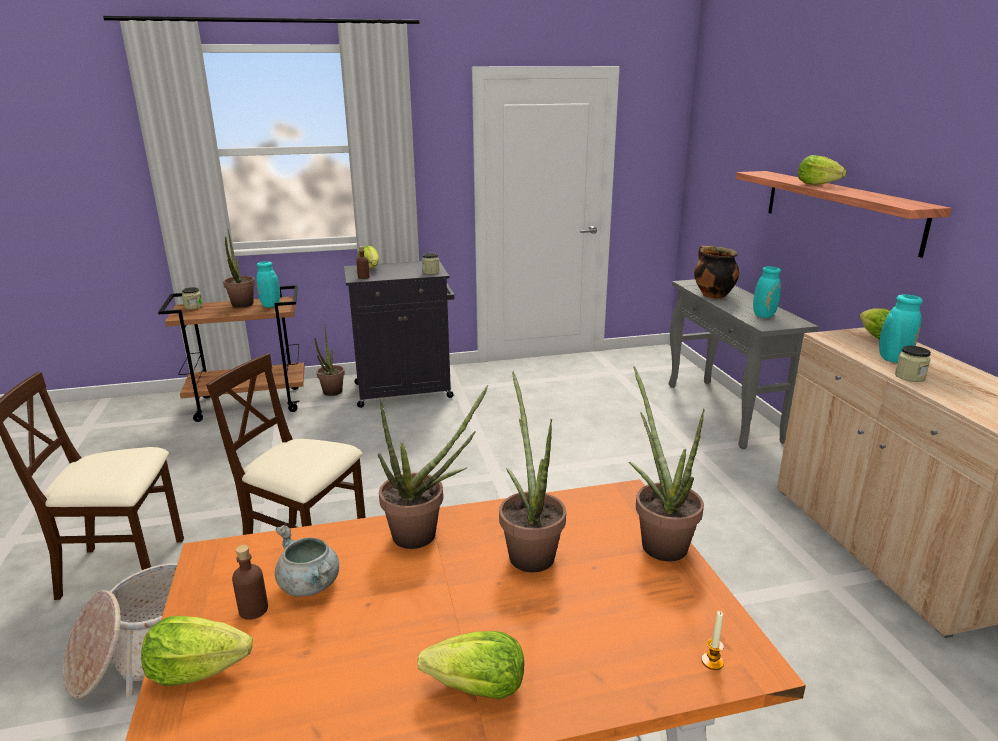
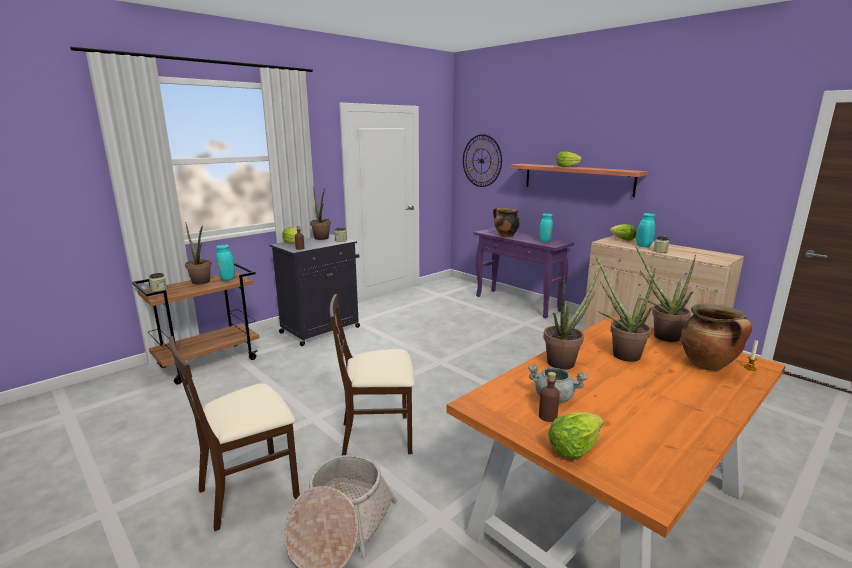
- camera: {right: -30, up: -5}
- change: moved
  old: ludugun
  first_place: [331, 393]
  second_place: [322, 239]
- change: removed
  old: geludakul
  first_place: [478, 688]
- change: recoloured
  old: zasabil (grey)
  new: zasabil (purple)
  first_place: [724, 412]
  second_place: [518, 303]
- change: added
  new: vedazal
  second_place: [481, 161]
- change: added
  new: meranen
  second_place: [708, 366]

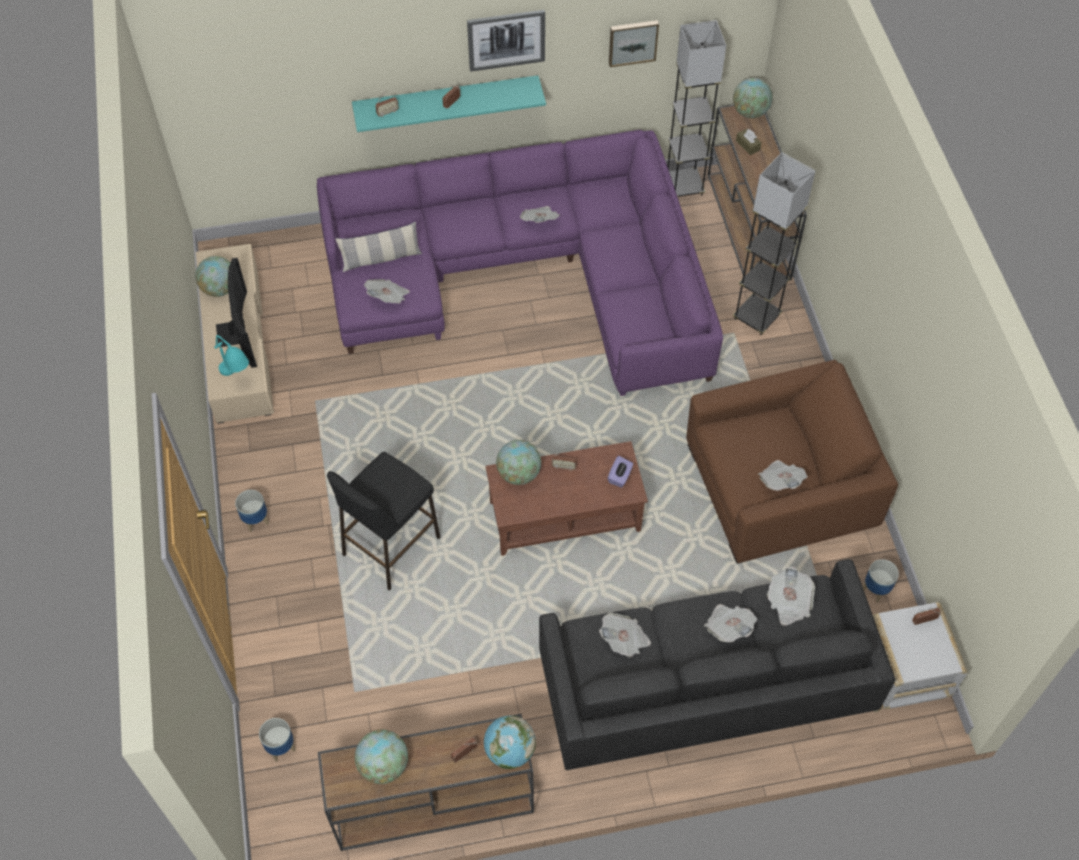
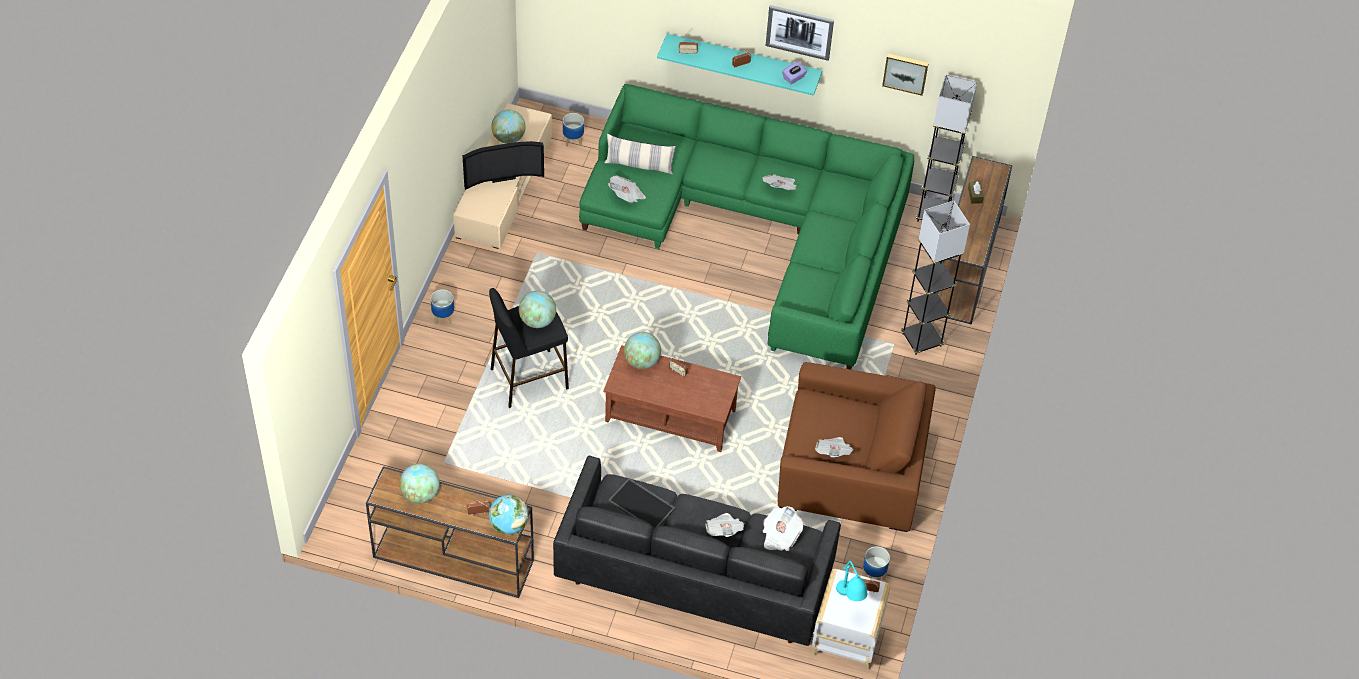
- camera: {right: 25, up: -5}
- change: moved
  old: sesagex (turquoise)
  first_place: [238, 380]
  second_place: [849, 603]
- change: turned
  old: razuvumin
  first_place: [237, 333]
  second_place: [502, 175]
  degrees: 60
- change: moved
  old: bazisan
  first_place: [280, 747]
  second_place: [573, 140]
- change: recoloured
  old: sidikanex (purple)
  new: sidikanex (green)
  first_place: [527, 272]
  second_place: [759, 228]
- change: replaced
  old: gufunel
  new: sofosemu
  first_place: [624, 640]
  second_place: [642, 504]
- change: moved
  old: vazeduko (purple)
  first_place: [620, 477]
  second_place: [794, 78]
- change: moved
  old: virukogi
  first_place: [750, 112]
  second_place: [537, 321]

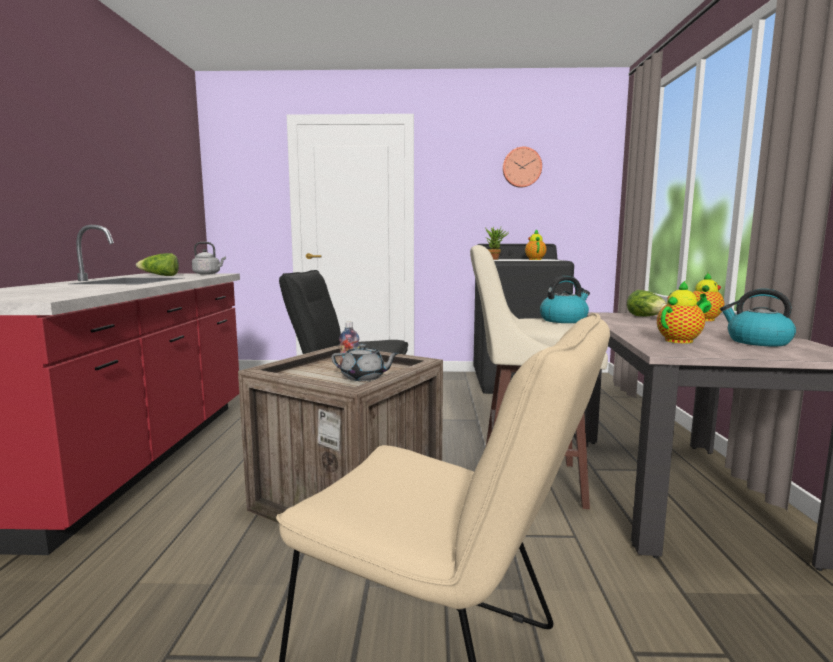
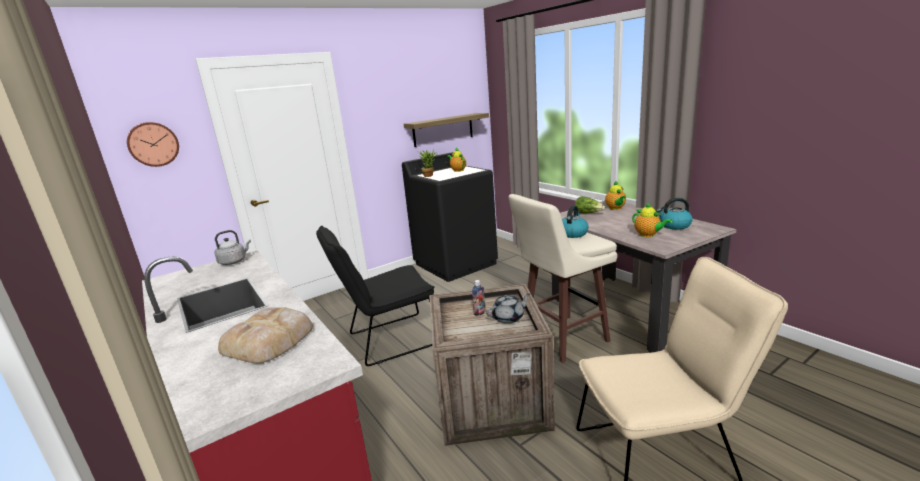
- camera: {right: -35, up: 10}
- change: removed
  old: geludakul
  first_place: [160, 276]
- change: moved
  old: vedazal
  first_place: [521, 167]
  second_place: [153, 144]
- change: turned
  old: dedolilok
  first_place: [680, 340]
  second_place: [648, 235]
  degrees: 120
- change: added
  new: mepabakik
  second_place: [270, 340]
- change: added
  new: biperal
  second_place: [443, 129]

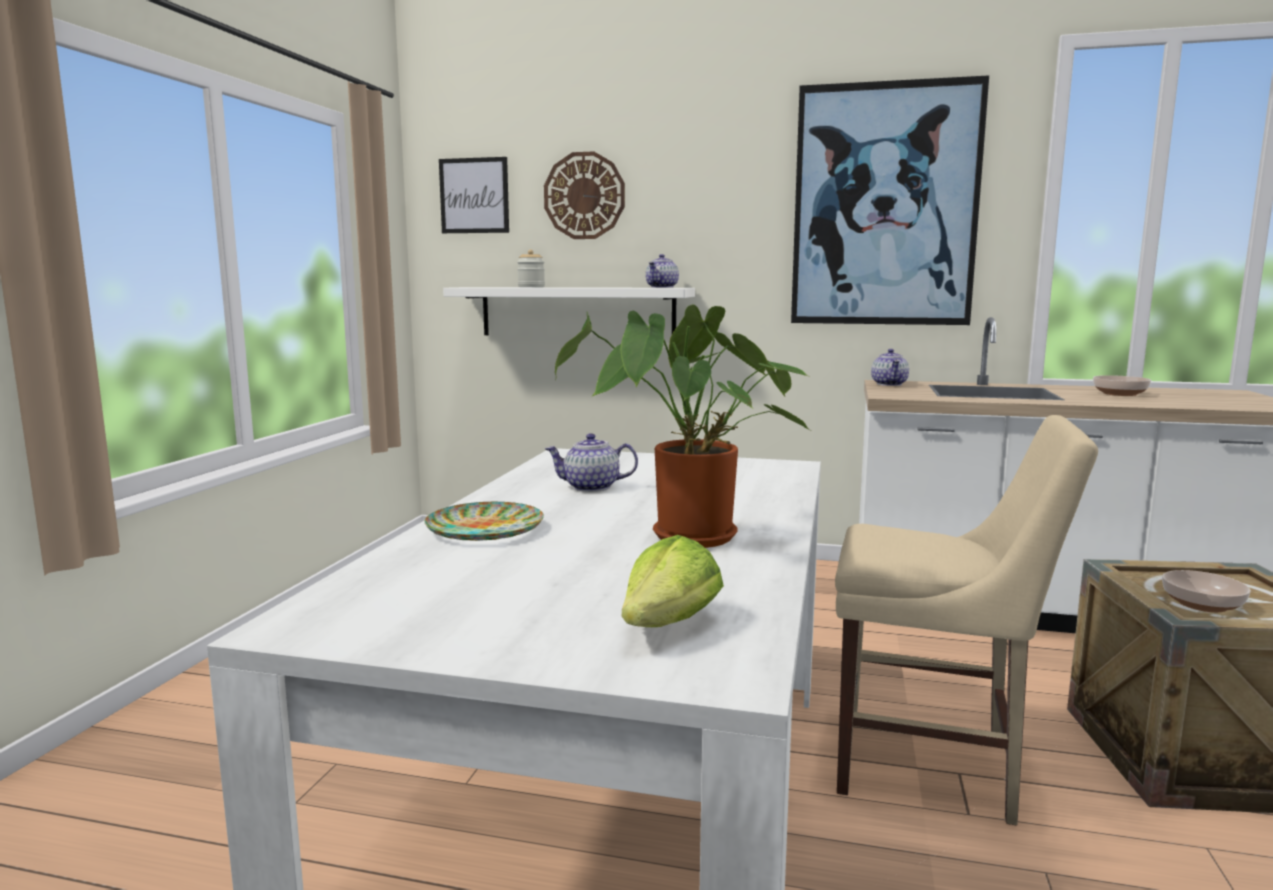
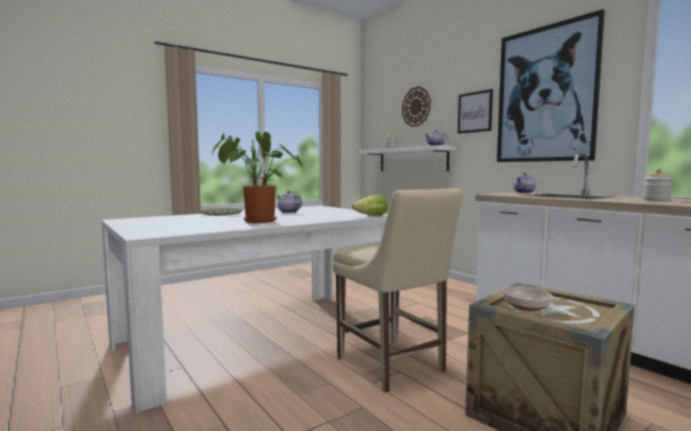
- camera: {right: 40, up: -5}
- change: moved
  old: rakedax
  first_place: [474, 195]
  second_place: [474, 112]
- change: moved
  old: geludakul
  first_place: [669, 625]
  second_place: [371, 216]
- change: replaced
  old: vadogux
  new: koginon
  first_place: [1120, 394]
  second_place: [656, 200]

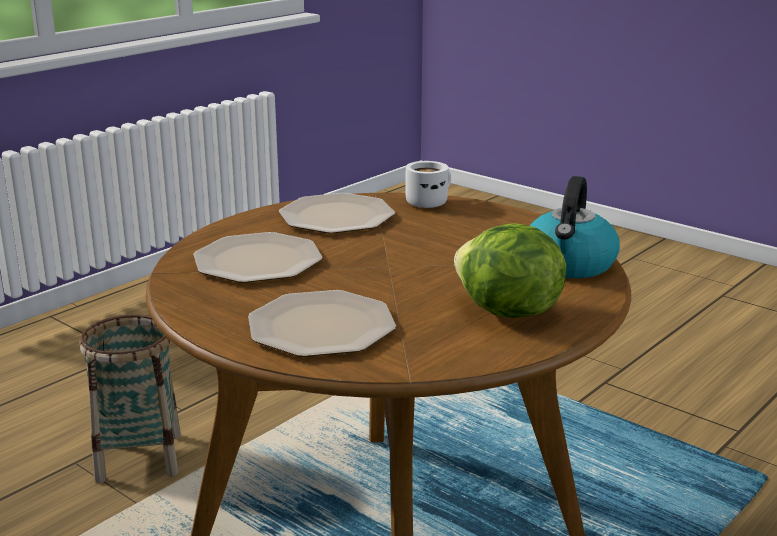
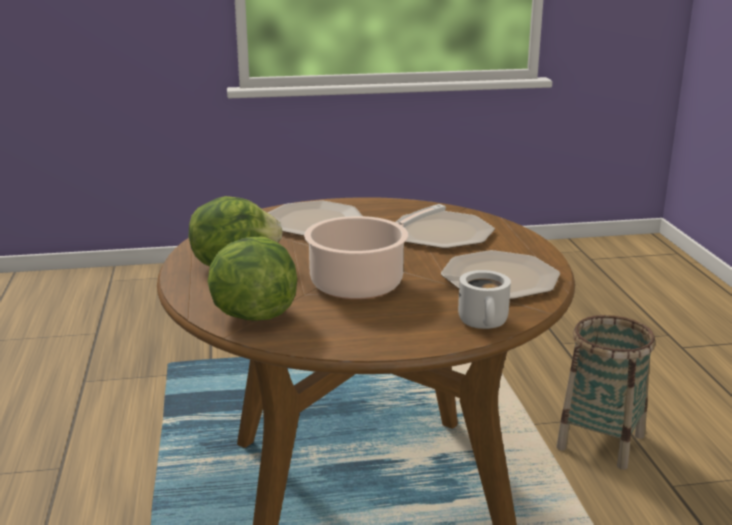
- camera: {right: 130, up: 0}
- change: replaced
  old: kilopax
  new: geludakul
  first_place: [570, 265]
  second_place: [252, 315]
- change: added
  new: meranen
  second_place: [362, 282]

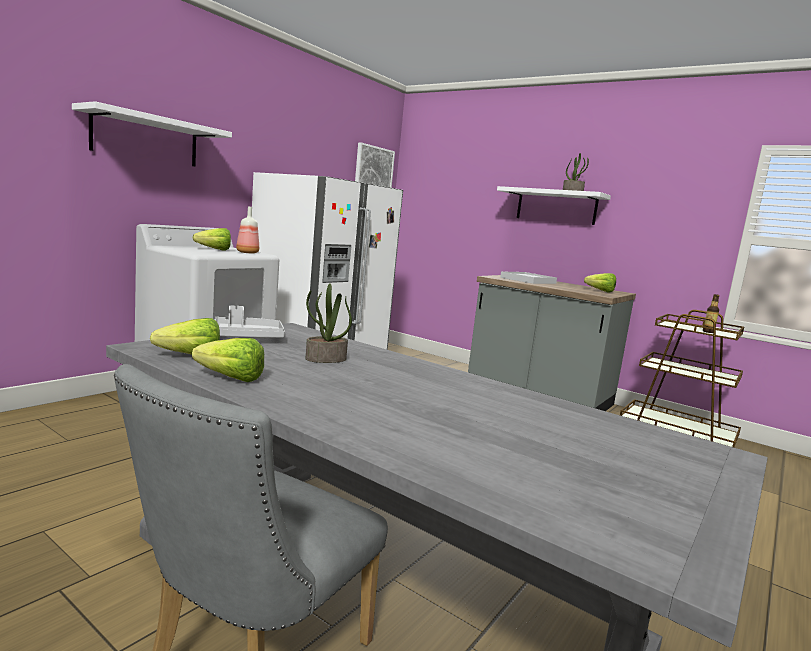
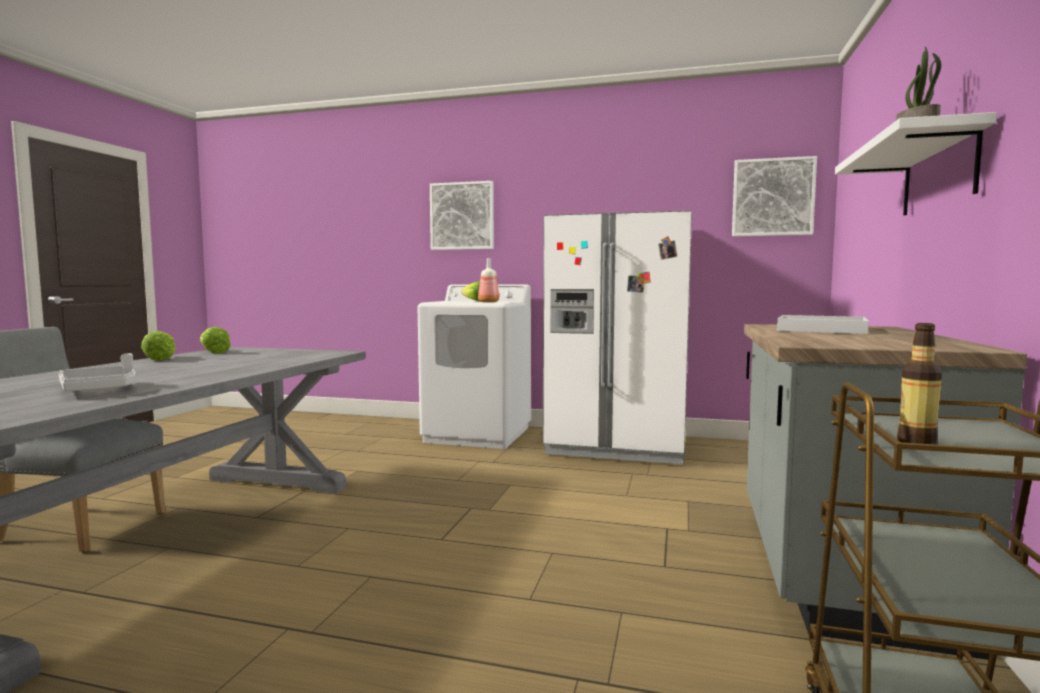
- camera: {right: 70, up: -5}
- change: replaced
  old: biperal (white)
  new: rakedax
  first_place: [146, 139]
  second_place: [462, 216]
- change: moved
  old: sofosemu (grey)
  first_place: [247, 337]
  second_place: [100, 390]
- change: removed
  old: ludugun
  first_place: [325, 359]
- change: removed
  old: geludakul
  first_place: [598, 290]

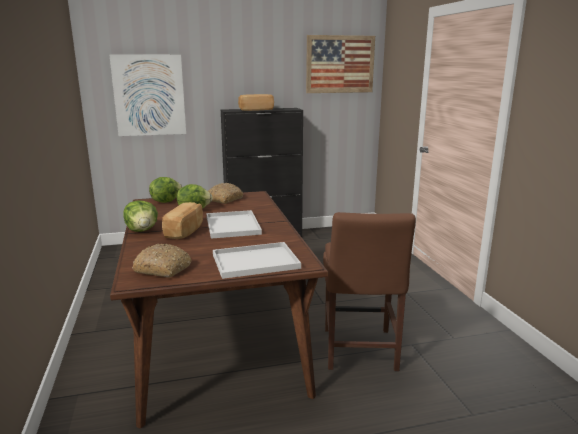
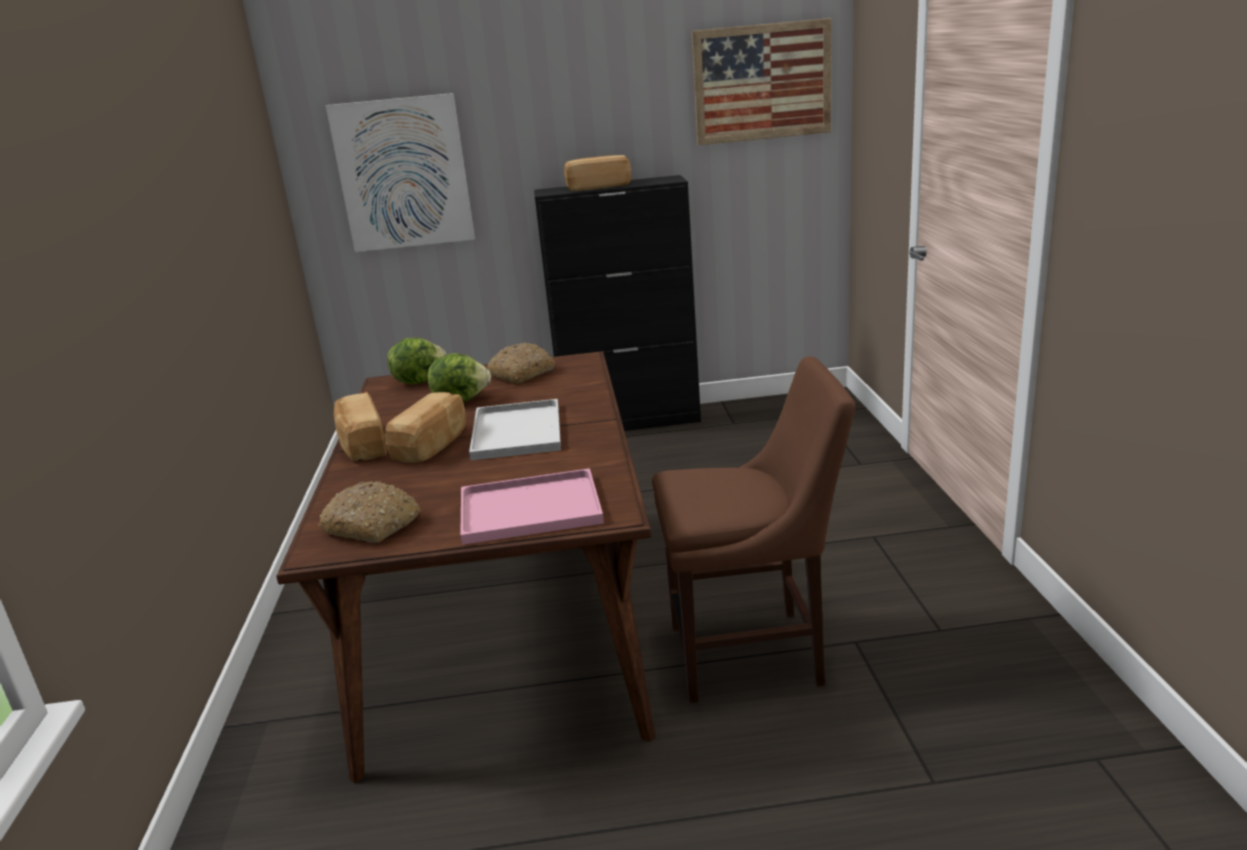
- camera: {right: 10, up: 5}
- change: replaced
  old: geludakul
  new: mepabakik
  first_place: [142, 230]
  second_place: [362, 445]
- change: recoloured
  old: sofosemu (white)
  new: sofosemu (pink)
  first_place: [254, 262]
  second_place: [527, 510]
- change: turned
  old: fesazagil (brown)
  first_place: [359, 351]
  second_place: [753, 654]
  degrees: -105

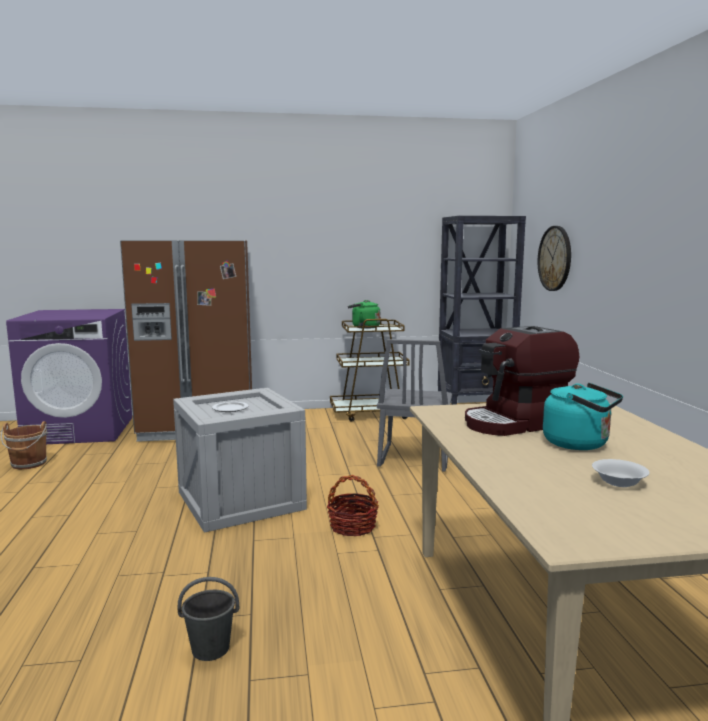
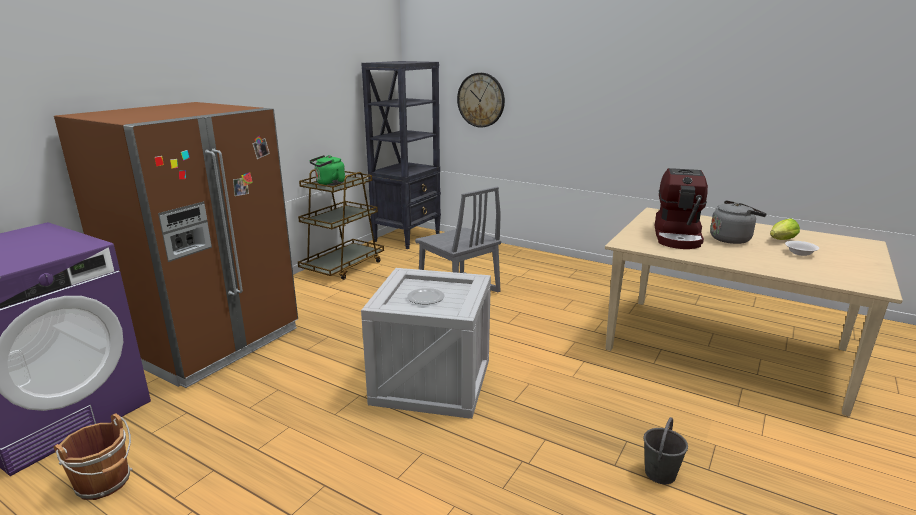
- camera: {right: -50, up: 10}
- change: removed
  old: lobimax
  first_place: [352, 526]
- change: recoloured
  old: kilopax (turquoise)
  new: kilopax (grey)
  first_place: [579, 444]
  second_place: [732, 239]
- change: added
  new: geludakul
  second_place: [780, 240]

